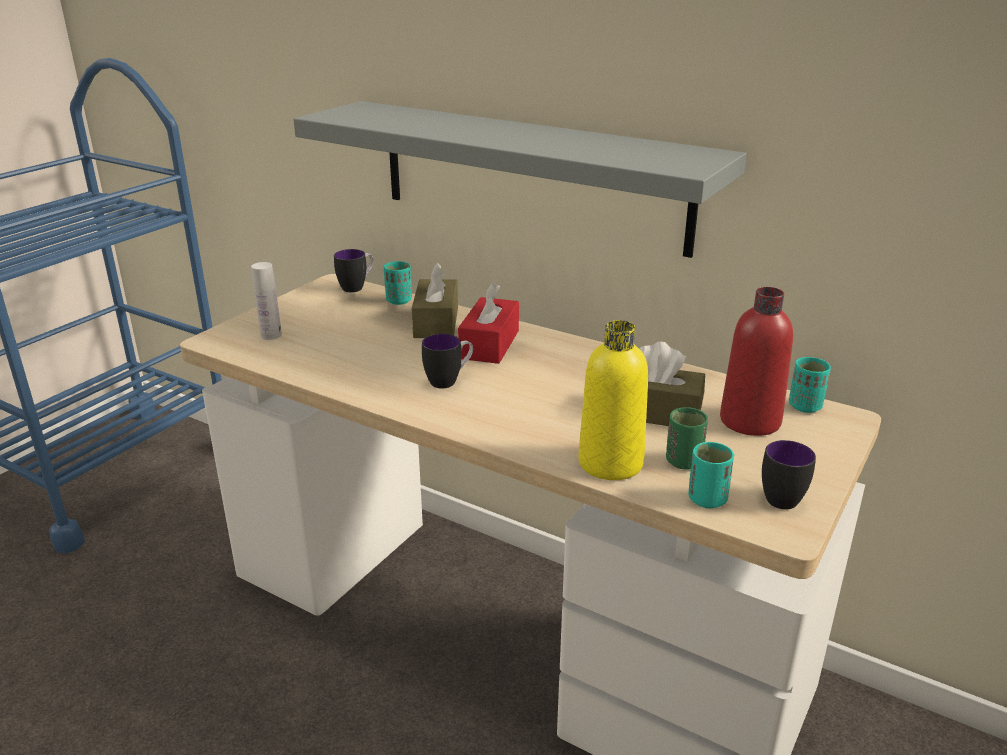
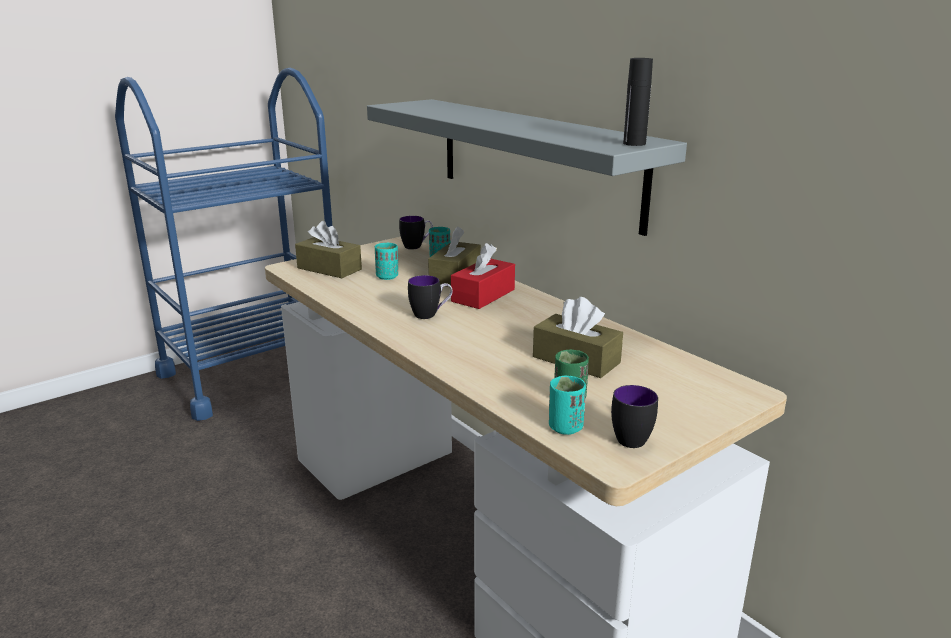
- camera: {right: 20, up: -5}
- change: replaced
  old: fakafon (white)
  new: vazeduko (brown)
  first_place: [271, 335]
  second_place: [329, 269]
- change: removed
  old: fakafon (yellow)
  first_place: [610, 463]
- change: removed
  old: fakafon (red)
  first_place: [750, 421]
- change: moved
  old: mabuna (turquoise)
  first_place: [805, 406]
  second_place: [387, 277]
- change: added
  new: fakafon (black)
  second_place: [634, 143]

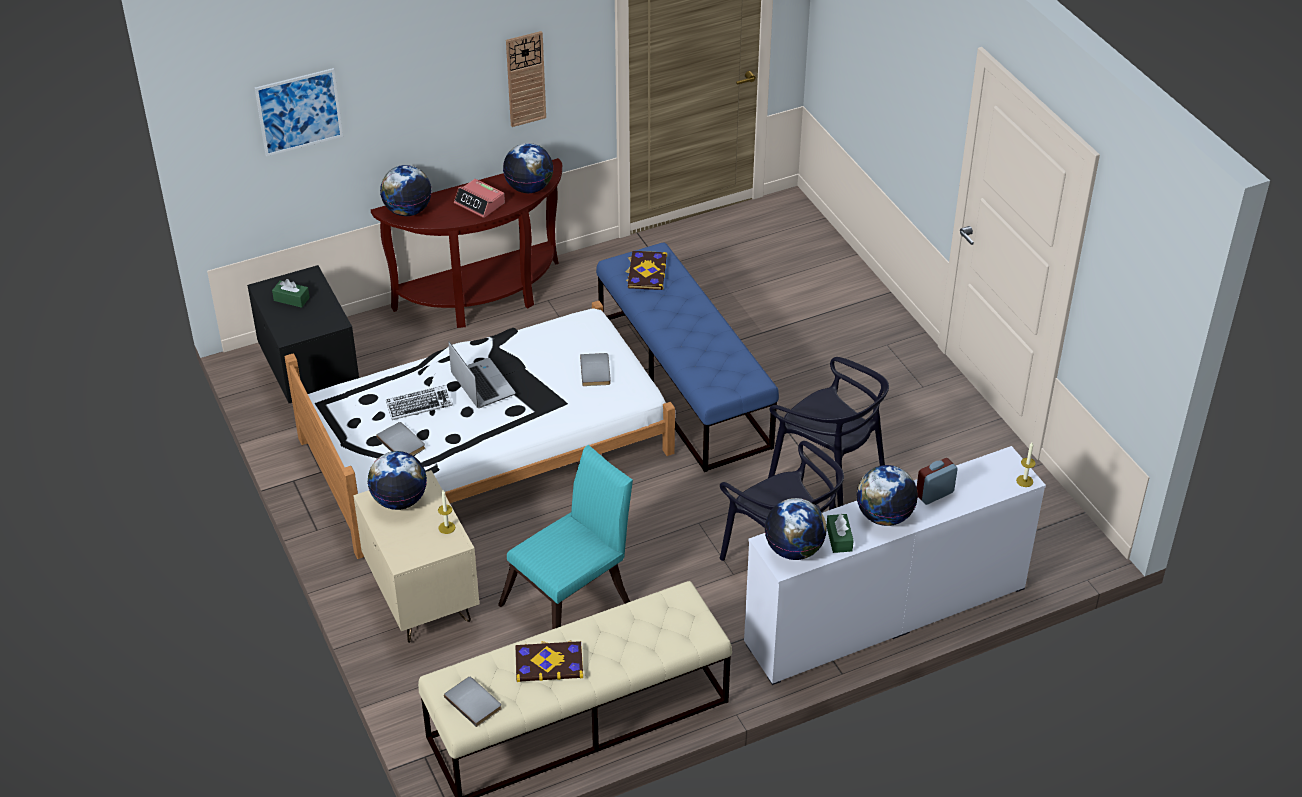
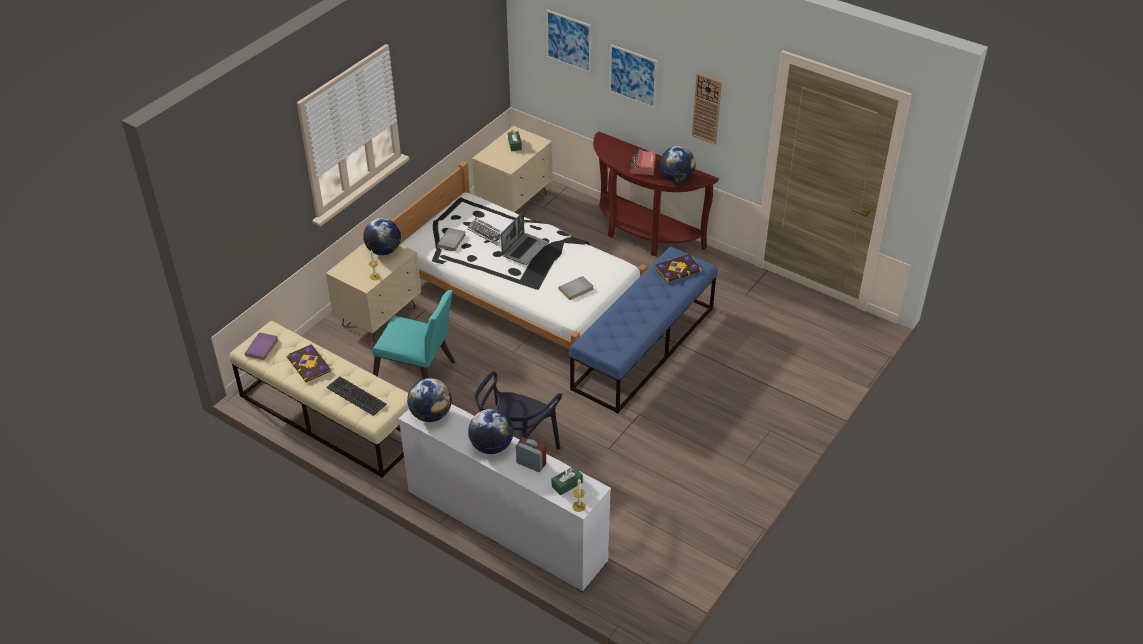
- camera: {right: 60, up: 0}
- change: recoloured
  old: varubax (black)
  new: varubax (beige)
  first_place: [311, 382]
  second_place: [514, 203]
- change: removed
  old: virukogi
  first_place: [407, 210]
- change: recoloured
  old: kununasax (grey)
  new: kununasax (purple)
  first_place: [474, 702]
  second_place: [263, 347]
- change: removed
  old: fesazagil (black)
  first_place: [828, 478]
- change: moved
  old: vazeduko (green)
  first_place: [839, 538]
  second_place: [567, 484]
- change: added
  new: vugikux
  second_place: [355, 396]
- change: added
  new: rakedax
  second_place: [633, 76]

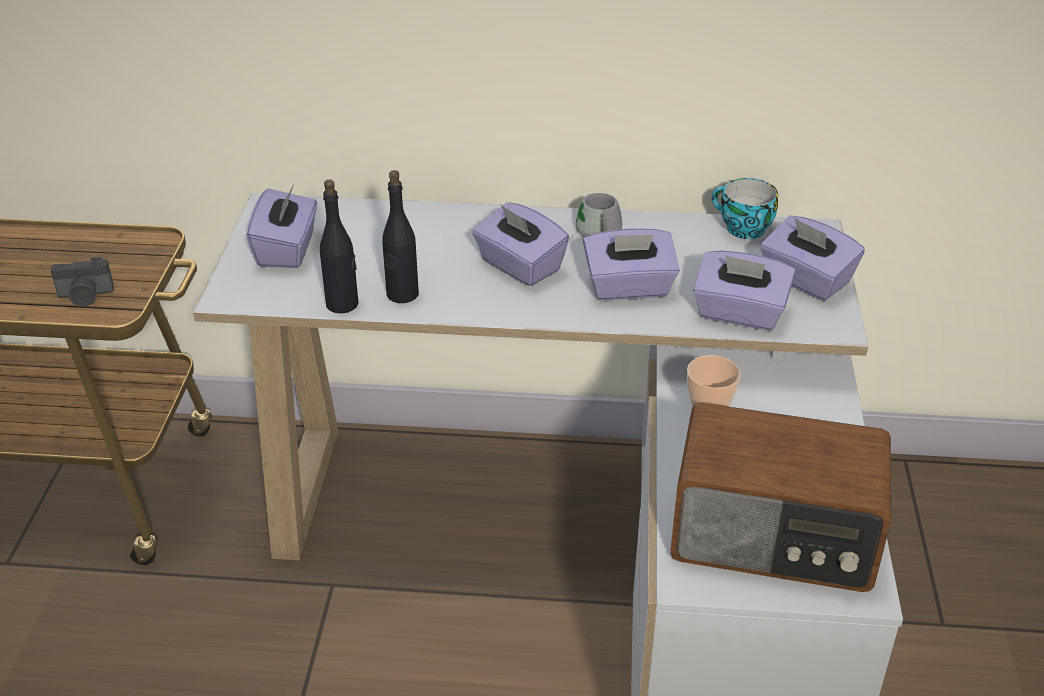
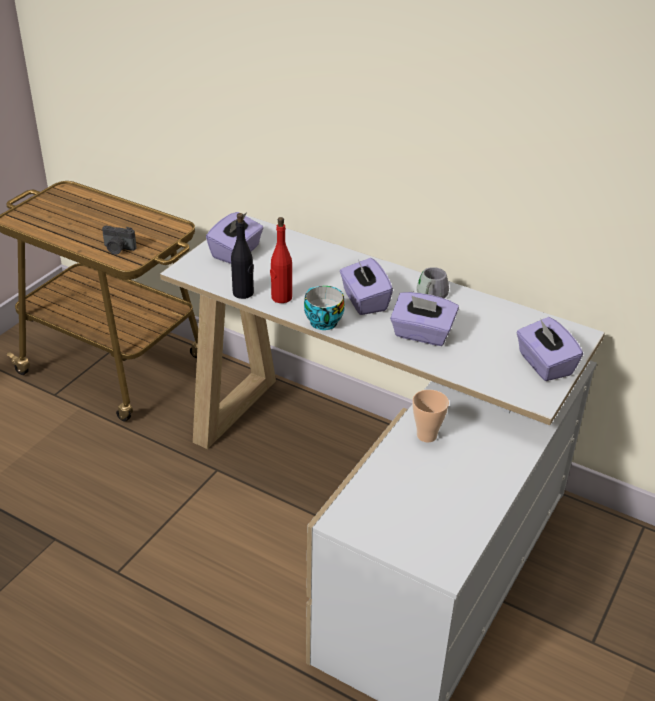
- camera: {right: 25, up: 0}
- change: recoloured
  old: fakafon (black)
  new: fakafon (red)
  first_place: [402, 294]
  second_place: [281, 297]
- change: removed
  old: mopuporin
  first_place: [774, 537]
- change: removed
  old: vazeduko (purple)
  first_place: [739, 314]
- change: moved
  old: mabuna
  first_place: [742, 229]
  second_place: [321, 321]

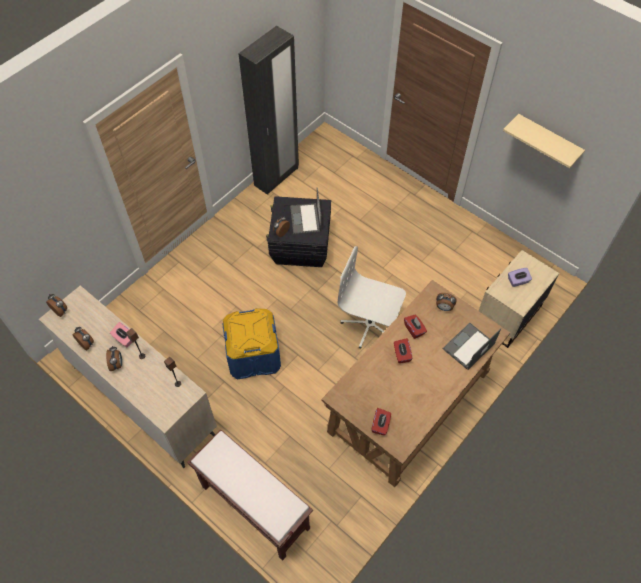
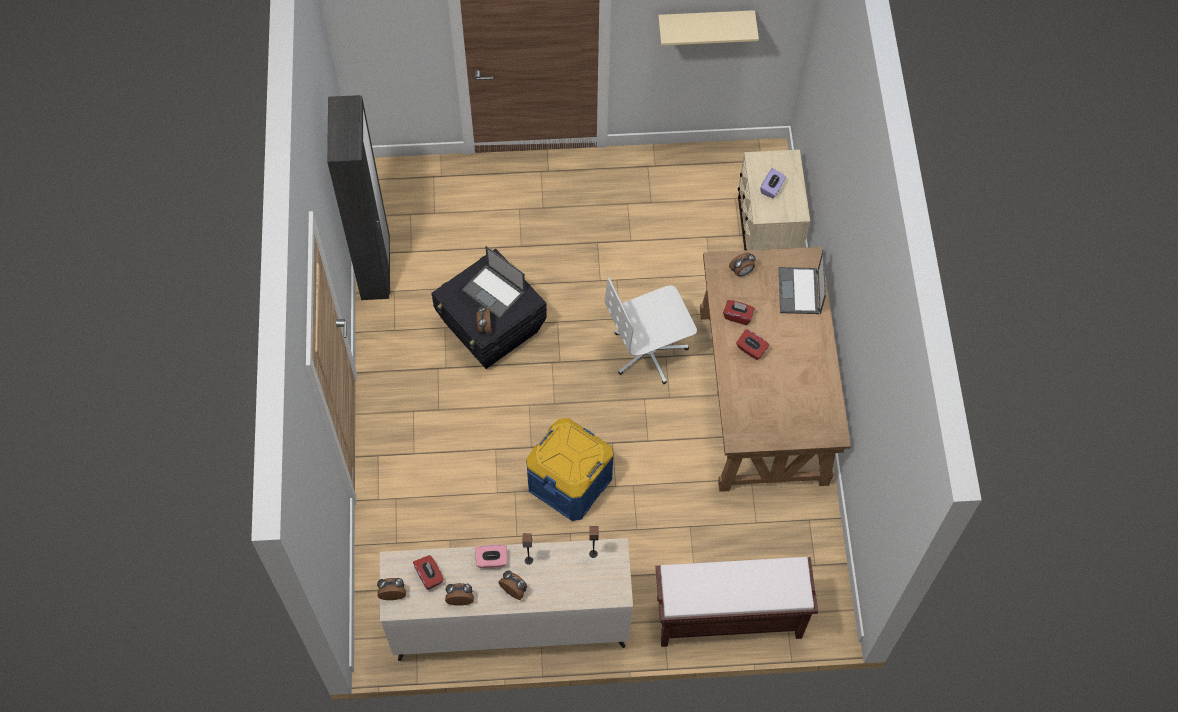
- camera: {right: -45, up: 5}
- change: moved
  old: vazeduko (red)
  first_place: [380, 425]
  second_place: [429, 576]

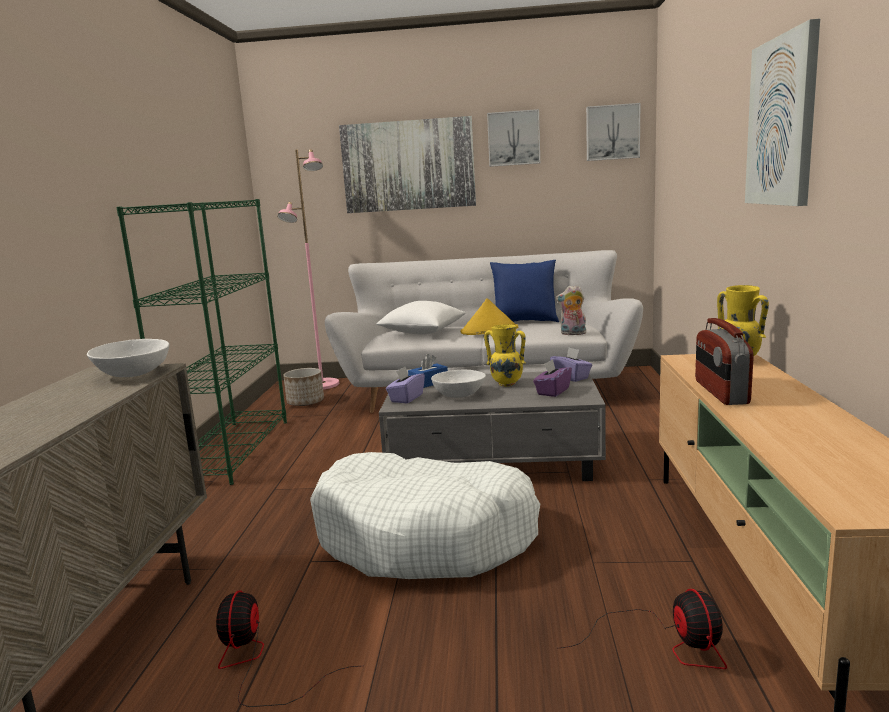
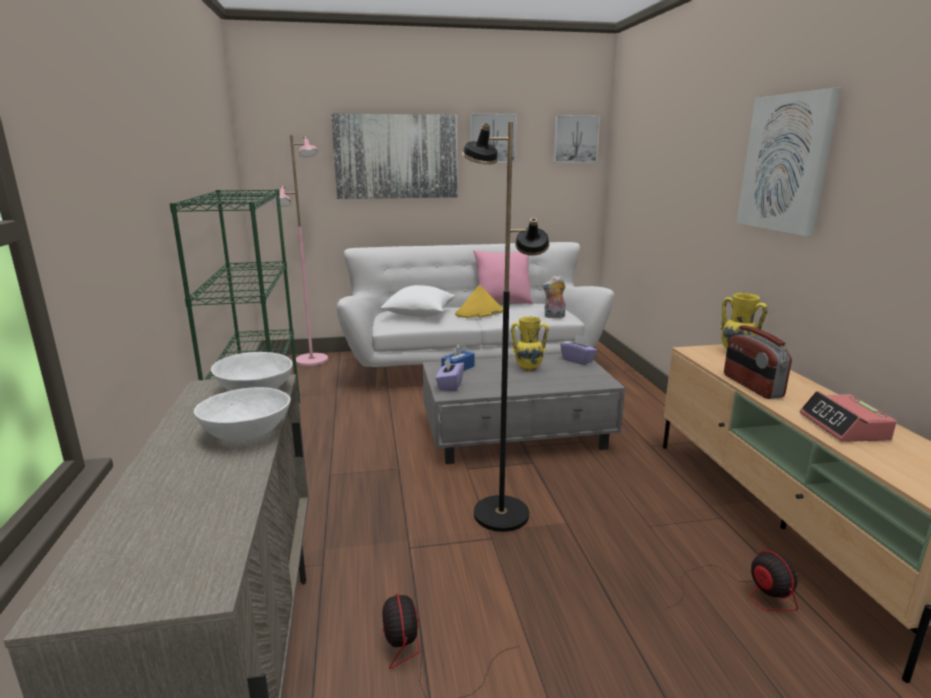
- camera: {right: -15, up: 5}
- change: removed
  old: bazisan
  first_place: [305, 402]
- change: replaced
  old: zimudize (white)
  new: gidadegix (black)
  first_place: [426, 537]
  second_place: [500, 513]
- change: moved
  old: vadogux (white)
  first_place: [459, 395]
  second_place: [247, 433]
- change: recoloured
  old: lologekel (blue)
  new: lologekel (pink)
  first_place: [525, 322]
  second_place: [502, 304]
- change: removed
  old: vazeduko (purple)
  first_place: [552, 391]
- change: added
  new: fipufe
  second_place: [844, 427]

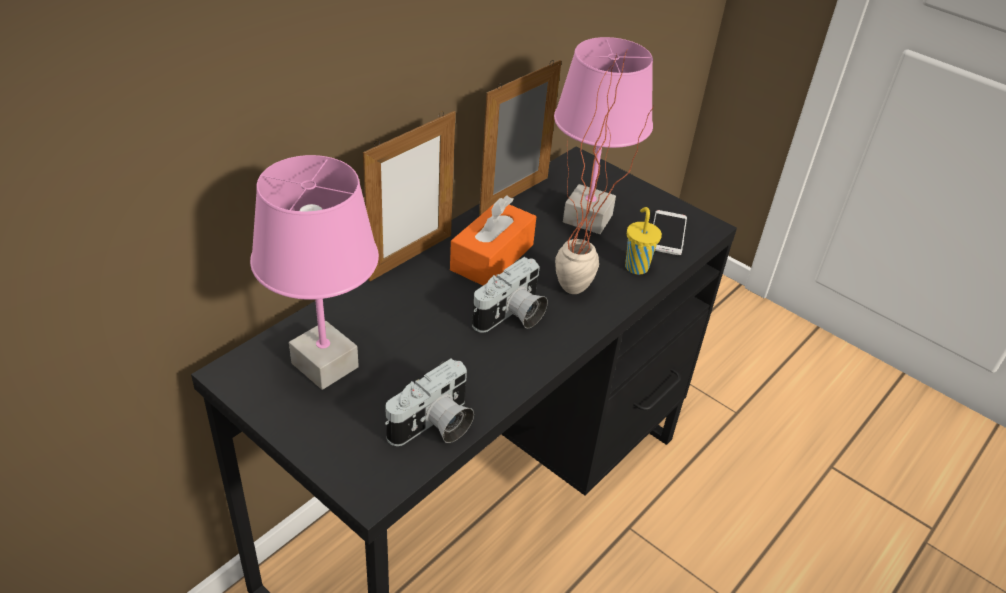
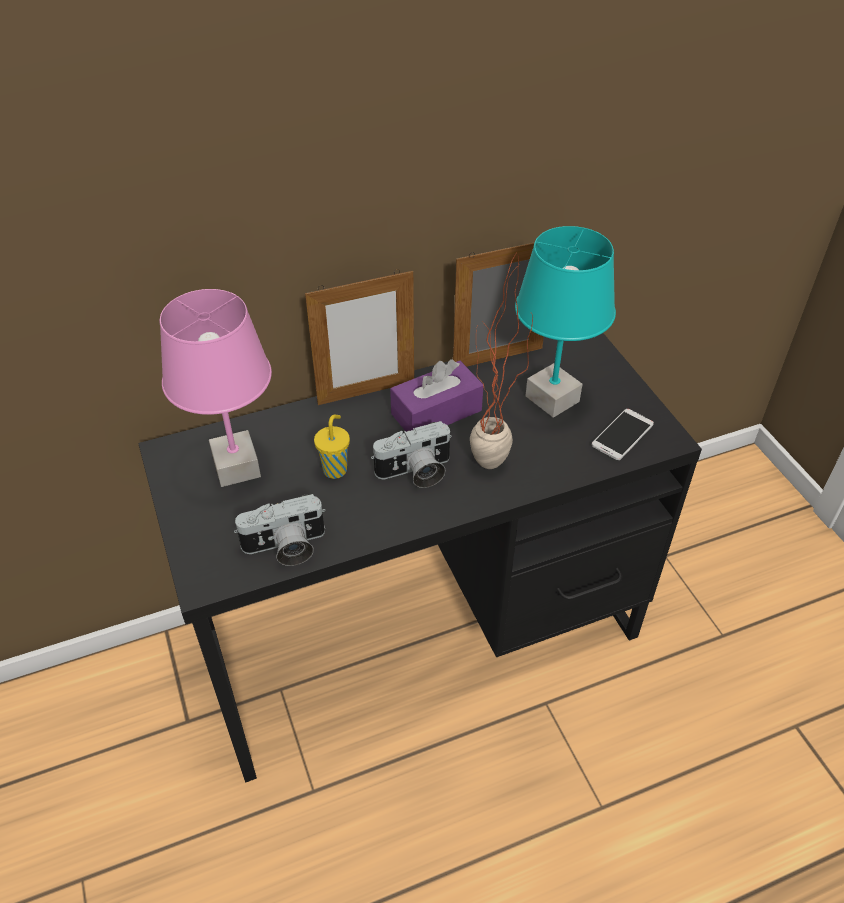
- camera: {right: 30, up: 5}
- change: recoloured
  old: vazeduko (orange)
  new: vazeduko (purple)
  first_place: [492, 257]
  second_place: [436, 412]
- change: recoloured
  old: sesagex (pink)
  new: sesagex (turquoise)
  first_place: [588, 218]
  second_place: [553, 399]
- change: moved
  old: mabuna (yellow)
  first_place: [636, 266]
  second_place: [335, 469]

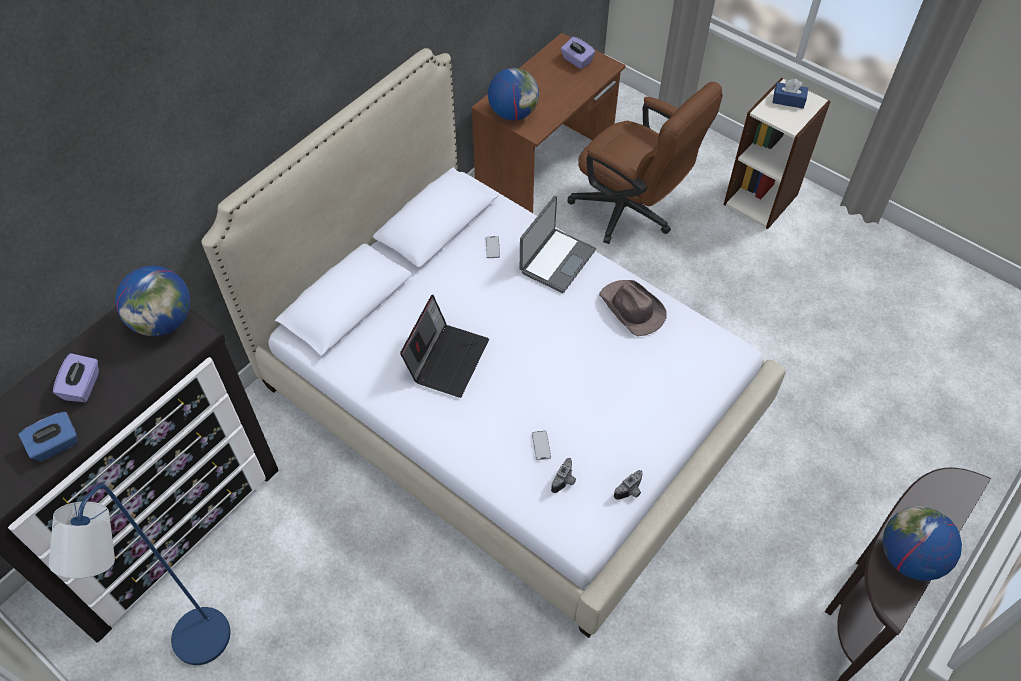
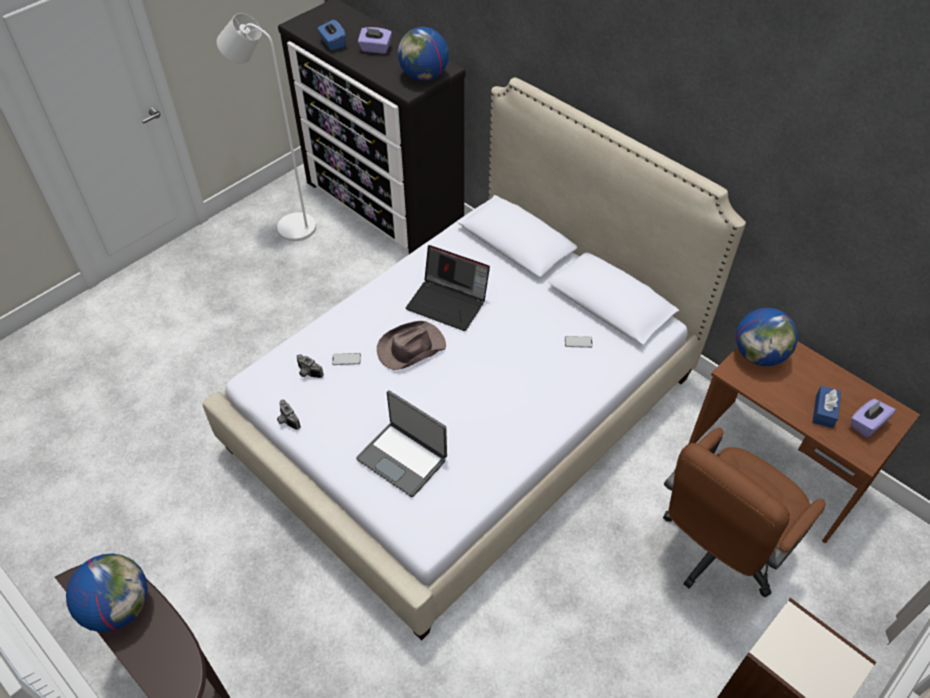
- camera: {right: 95, up: -5}
- change: recoloured
  old: gidadegix (blue)
  new: gidadegix (white)
  first_place: [197, 648]
  second_place: [289, 226]
- change: moved
  old: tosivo
  first_place: [556, 260]
  second_place: [403, 458]
- change: moved
  old: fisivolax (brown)
  first_place: [632, 309]
  second_place: [410, 348]
- change: moved
  old: vazeduko (blue)
  first_place: [788, 100]
  second_place: [824, 411]

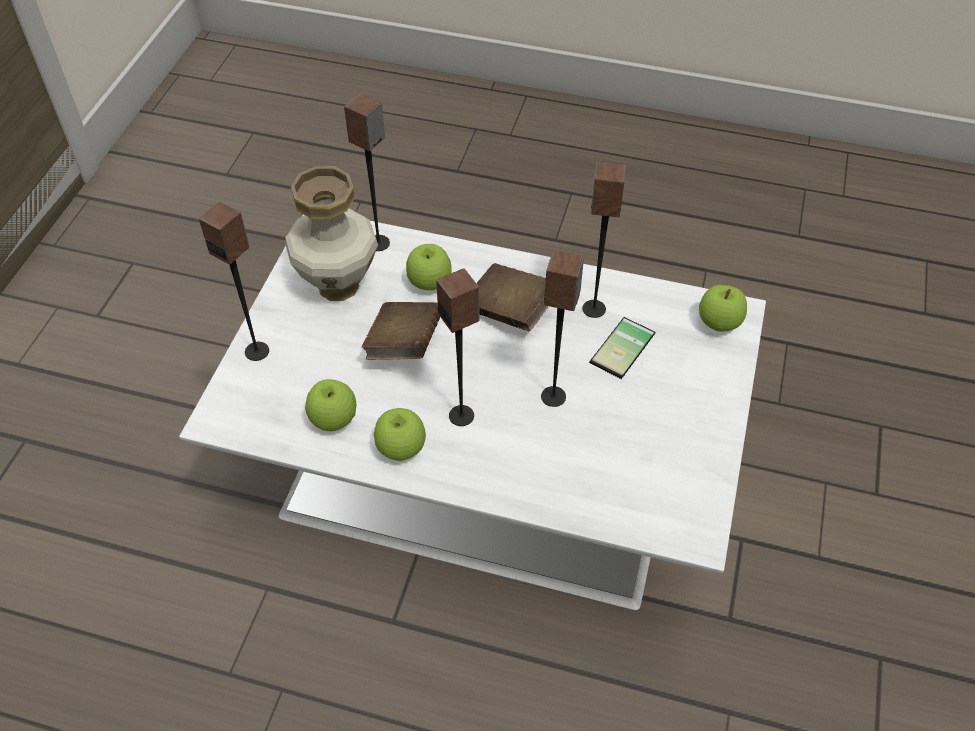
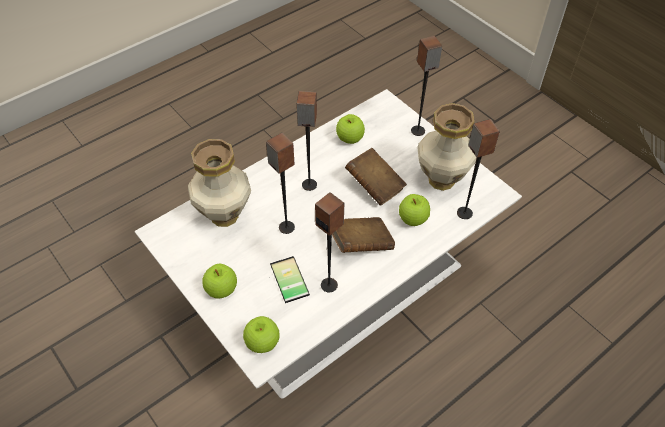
- camera: {right: 125, up: 0}
- change: moved
  old: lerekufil
  first_place: [401, 448]
  second_place: [221, 290]
- change: added
  new: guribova
  second_place: [225, 215]

